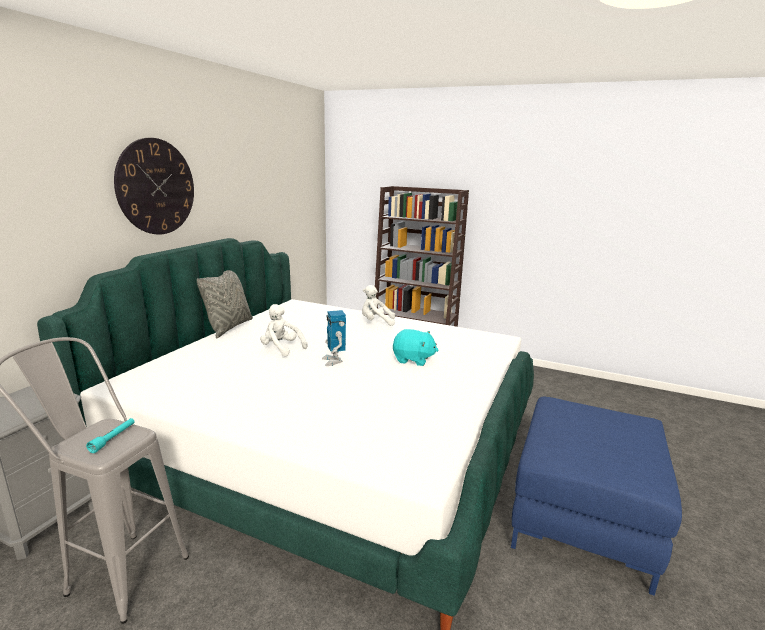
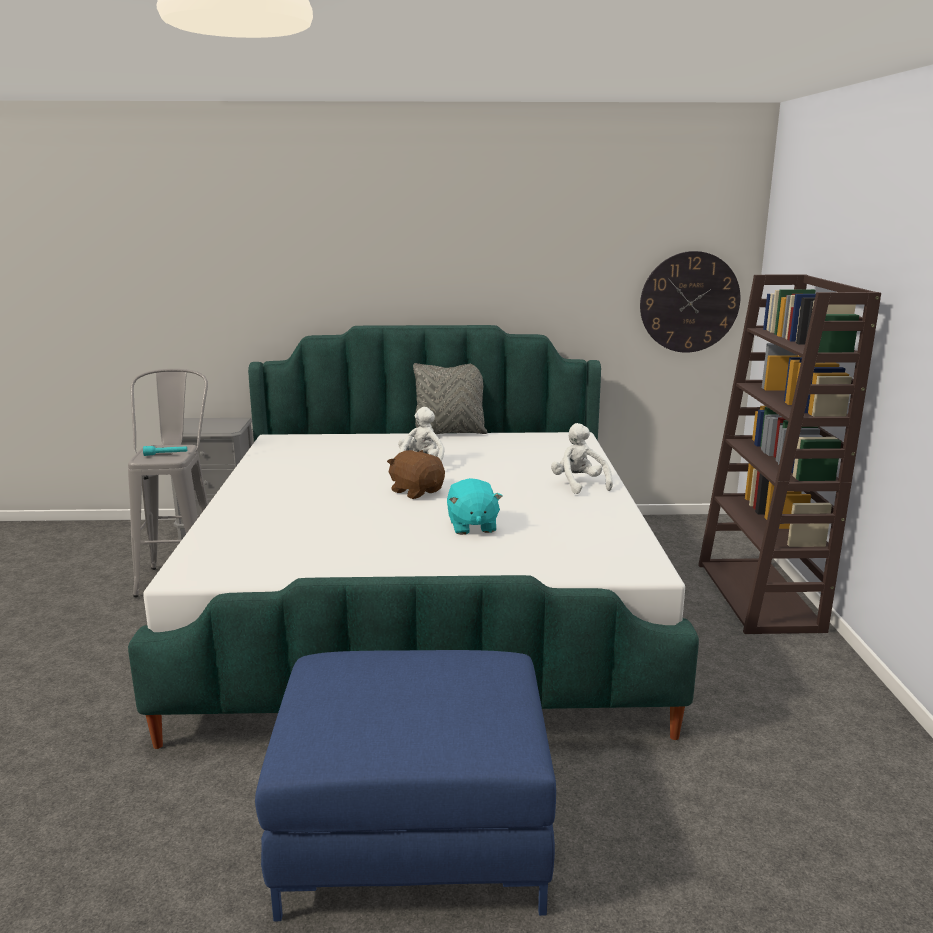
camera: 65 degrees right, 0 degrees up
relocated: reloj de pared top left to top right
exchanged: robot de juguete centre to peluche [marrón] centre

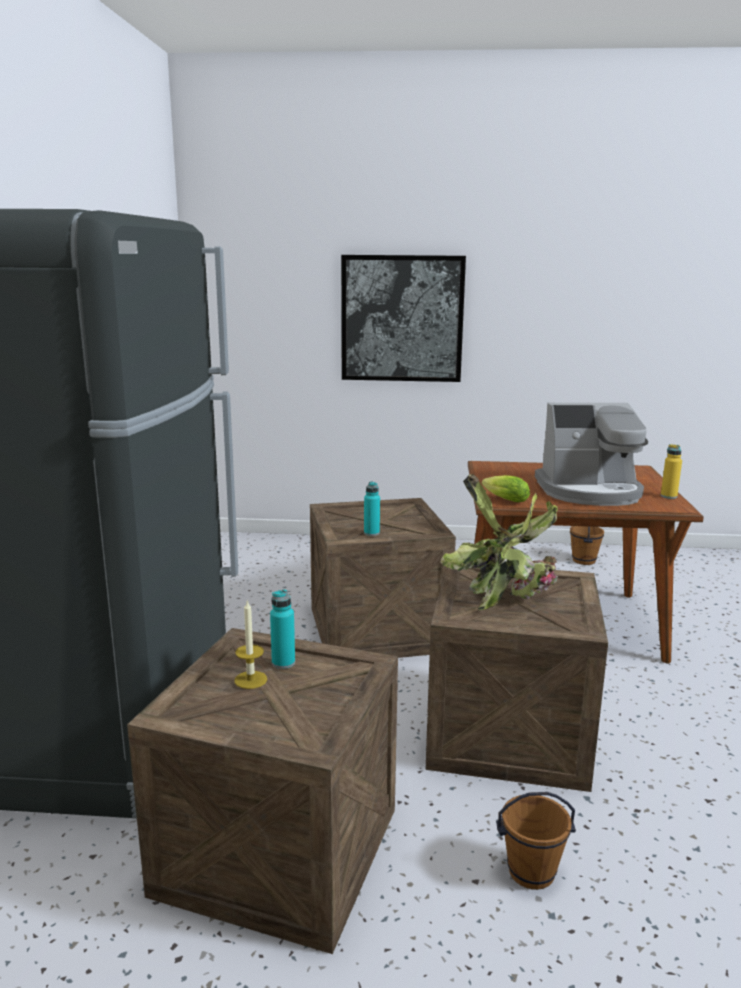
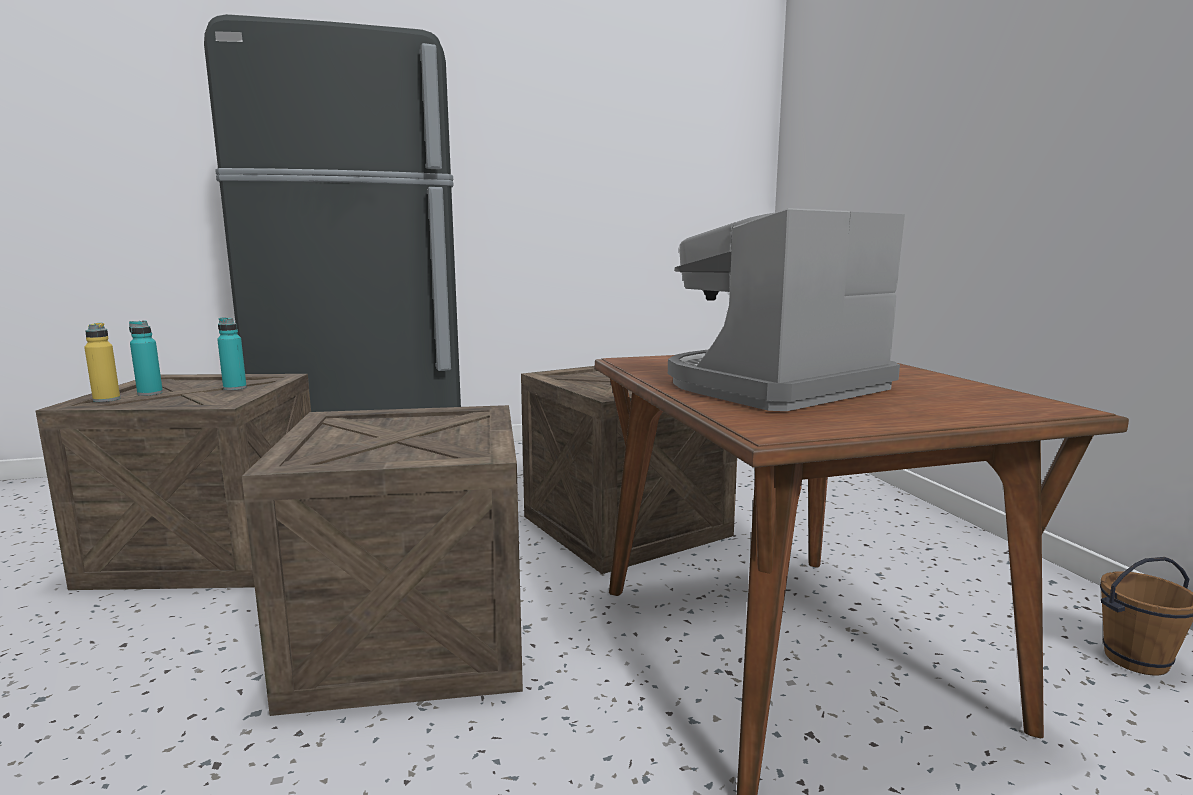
camera: 70 degrees right, 5 degrees down
missing: vela centre; cuadro top centre; planta en maceta middle right; lechuga middle right; cubo [marrón] (no. 1 from left) bottom right
relocated: botella [turquesa] (no. 2 from left in the first image) centre to botella [turquesa] (no. 1 from left) middle left; botella [amarillo] middle right to middle left
spun: cafetera middle right = centre 75 degrees clockwise

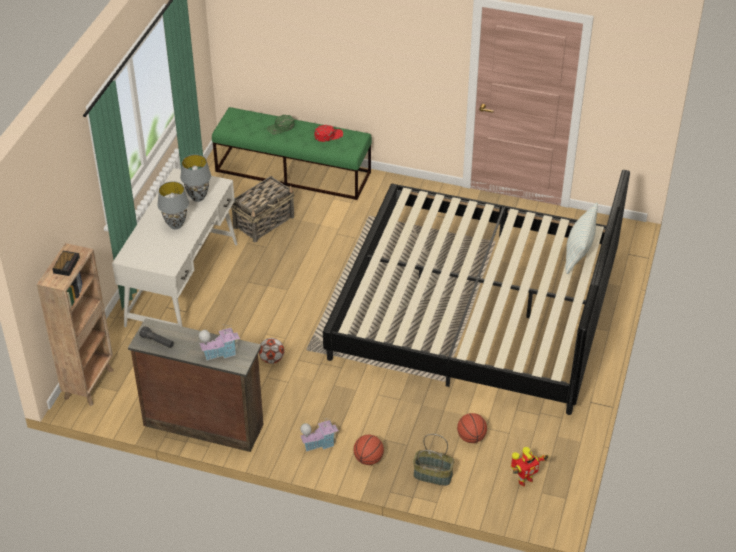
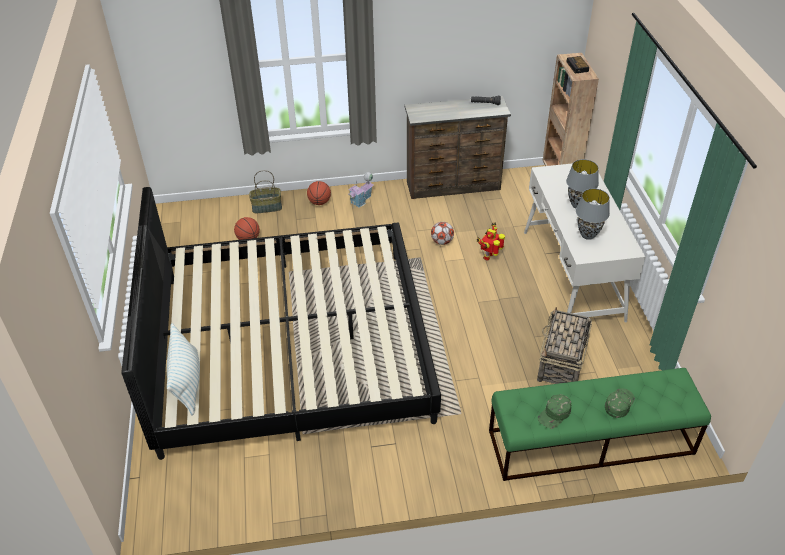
camera: 155 degrees right, 0 degrees up
missing: casita (no. 1 from left) middle left
relocated: robot de juguete bottom right to centre
colour: gorra [rojo] top centre to gorra [verde] (no. 1 from left) bottom right

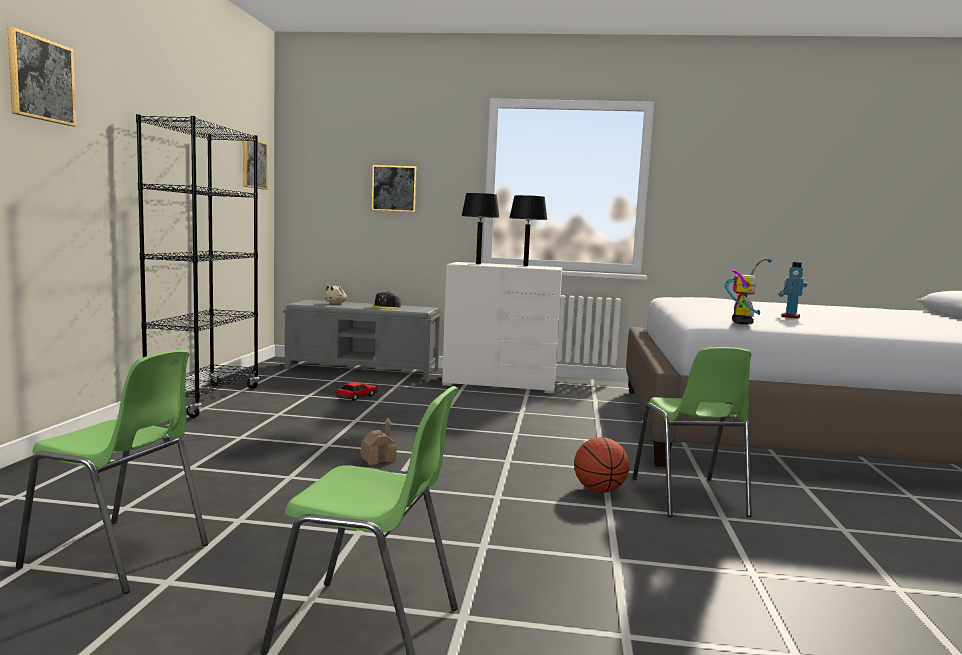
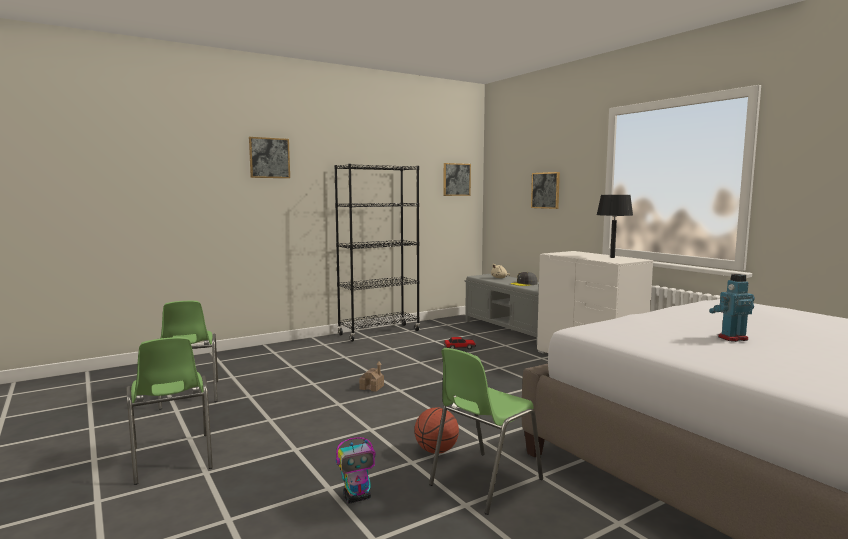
camera: 50 degrees right, 0 degrees up
missing: lámpara de mesa [negro] (no. 1 from left) centre
relocated: robot de juguete (no. 1 from left) middle right to bottom centre

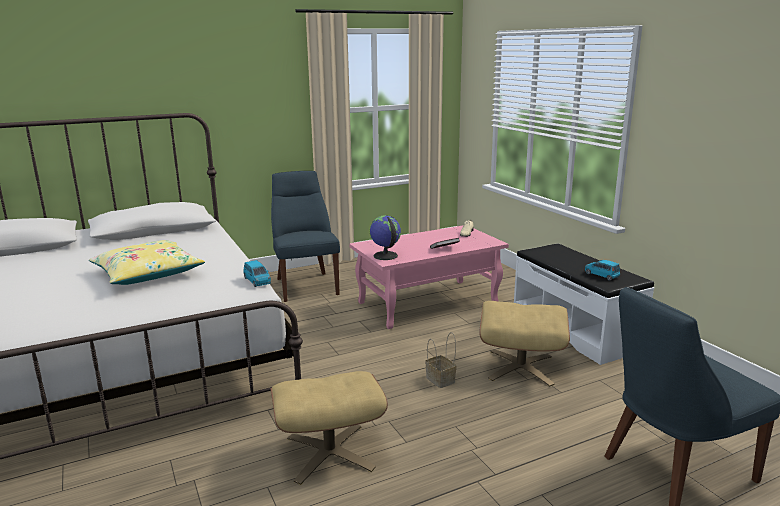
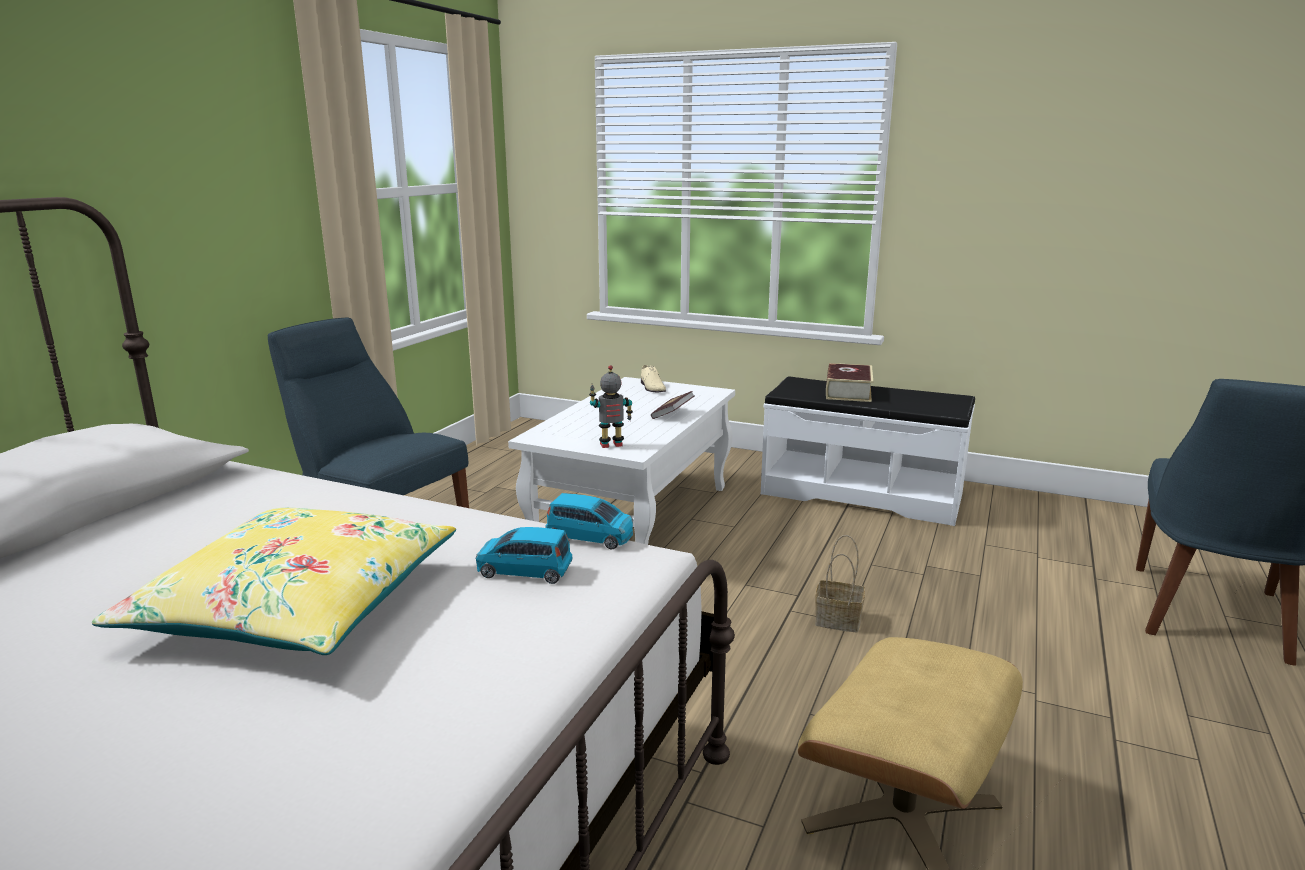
camera: 40 degrees left, 0 degrees up
missing: puf [beis] (no. 2 from left) bottom right
appeared: libro (no. 2 from left) centre
relocated: coche de juguete [azul] (no. 2 from left in the first image) middle right to coche de juguete [azul] (no. 1 from left) centre
exchanged: globo terráqueo centre to robot de juguete centre
colour: mesa de centro [rosa] centre to mesa de centro [blanco] centre

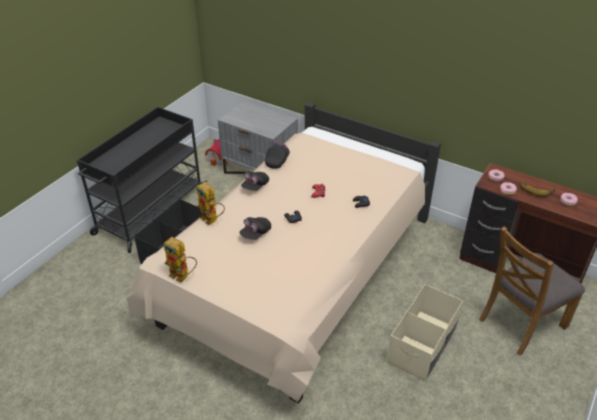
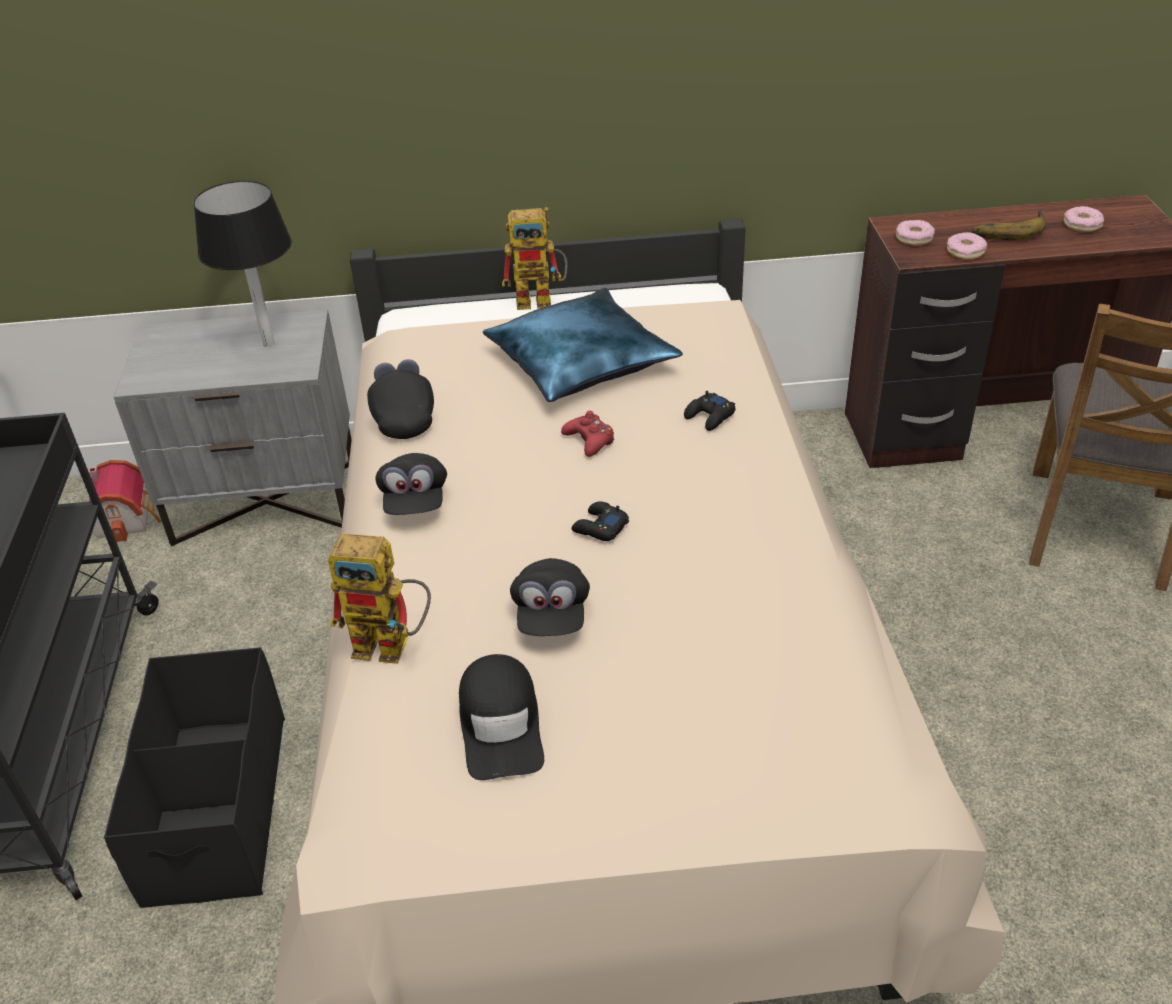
camera: 35 degrees left, 0 degrees up
missing: caja de almacenaje [beis] bottom right
appeared: lámpara de mesa [negro] top left; gorra [negro] (no. 3 from left) bottom centre; cojín [azul] centre
relocated: robot de juguete (no. 1 from left in the first image) middle left to robot de juguete (no. 2 from left) top centre

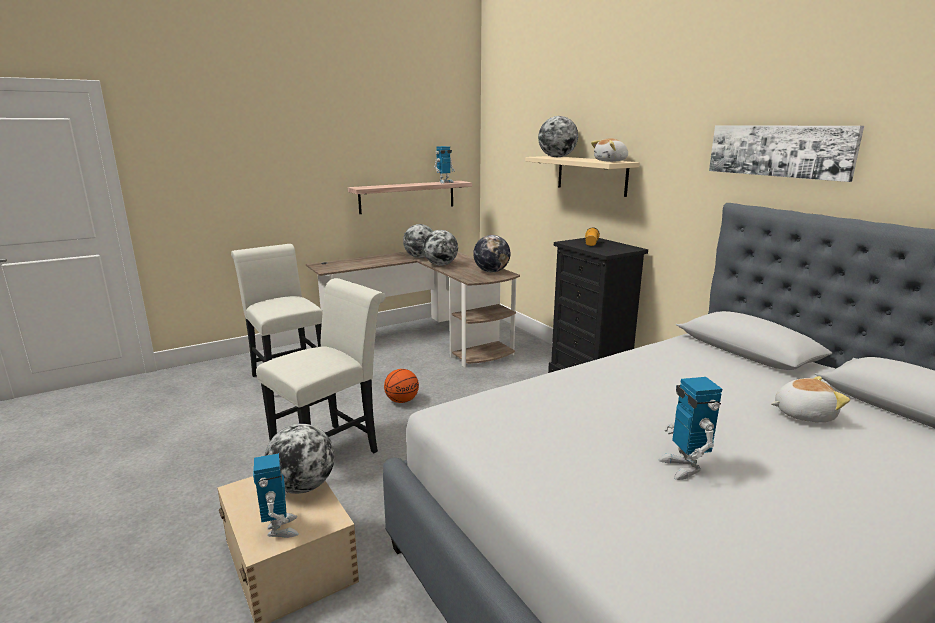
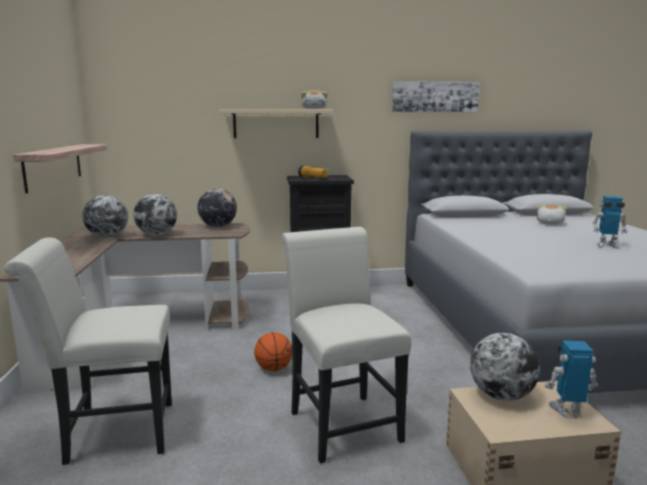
camera: 65 degrees left, 5 degrees down
missing: robot de juguete (no. 2 from left) top centre; globo terráqueo (no. 5 from left) top centre

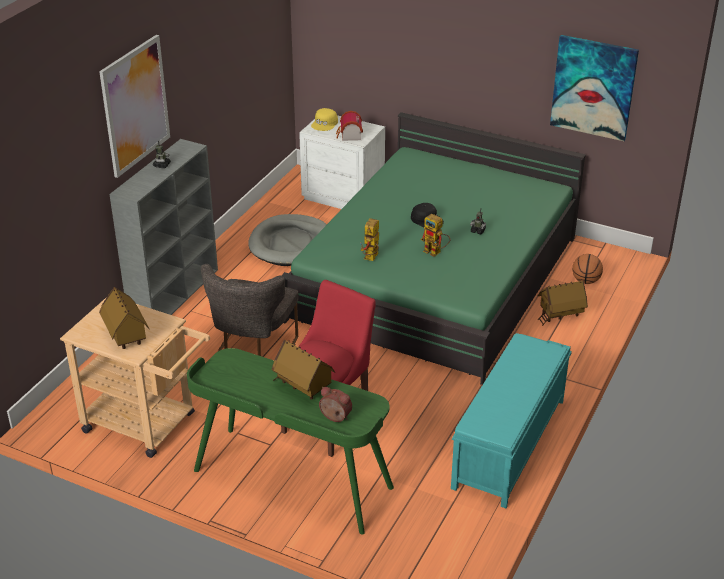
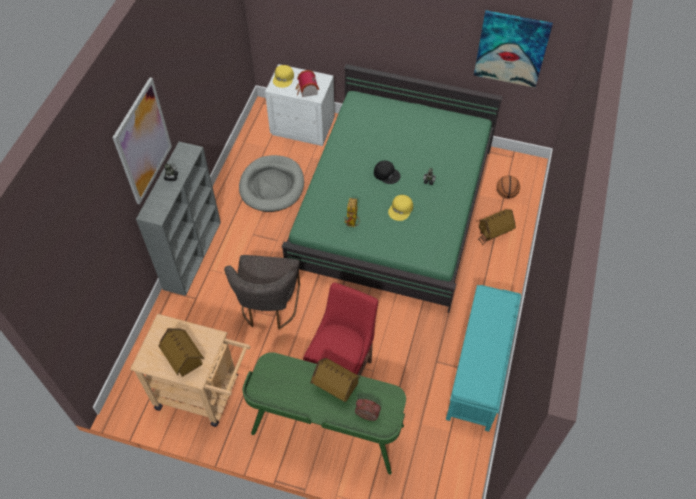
camera: 10 degrees left, 20 degrees up
exchanged: robot de juguete (no. 3 from left) centre to gorra [amarillo] (no. 2 from left) centre

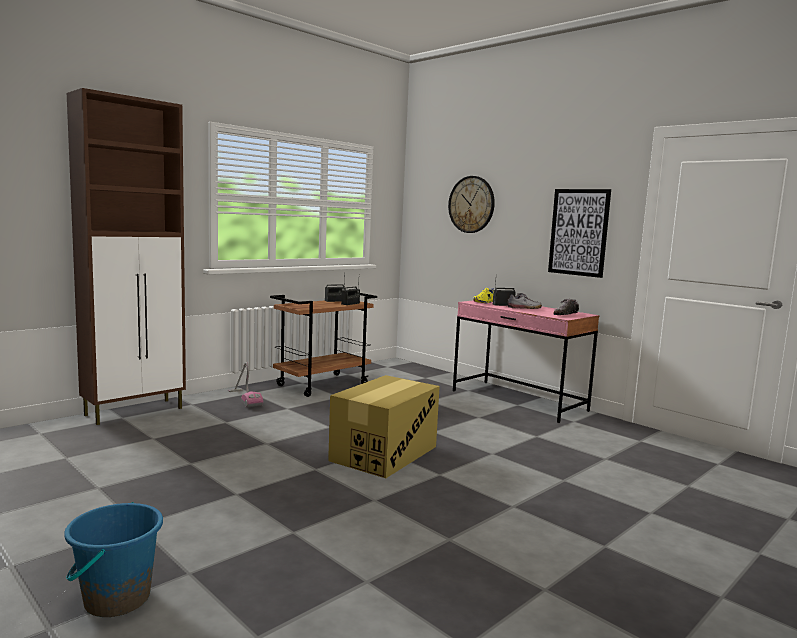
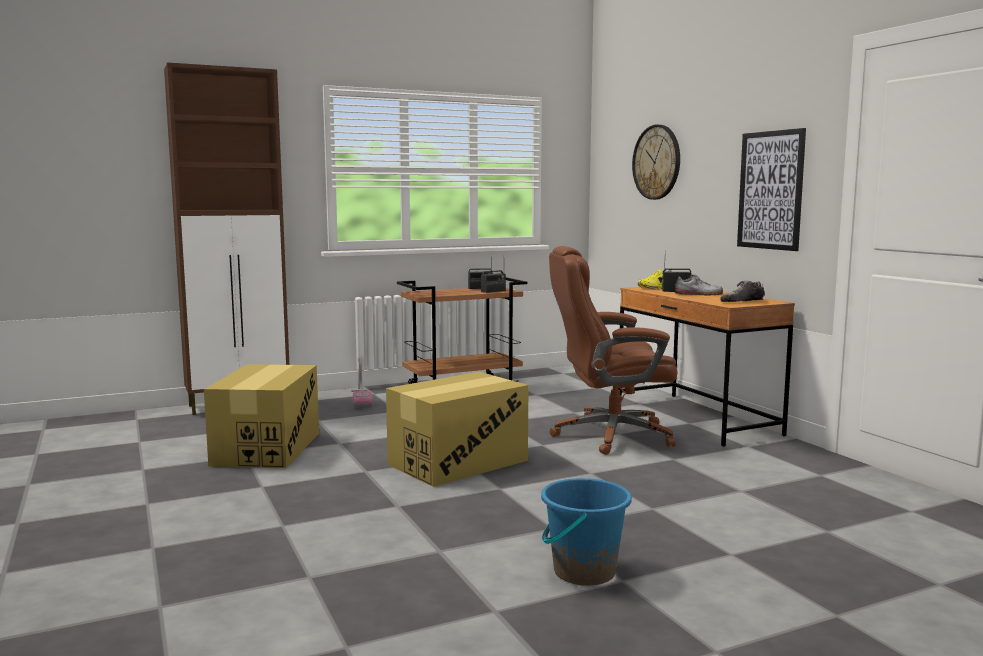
camera: 20 degrees right, 0 degrees up
appeared: caja de cartón (no. 1 from left) middle left; silla de oficina [marrón] centre
relocated: cubo [azul] bottom left to bottom centre
colour: escritorio [rosa] centre to escritorio [marrón] middle right

